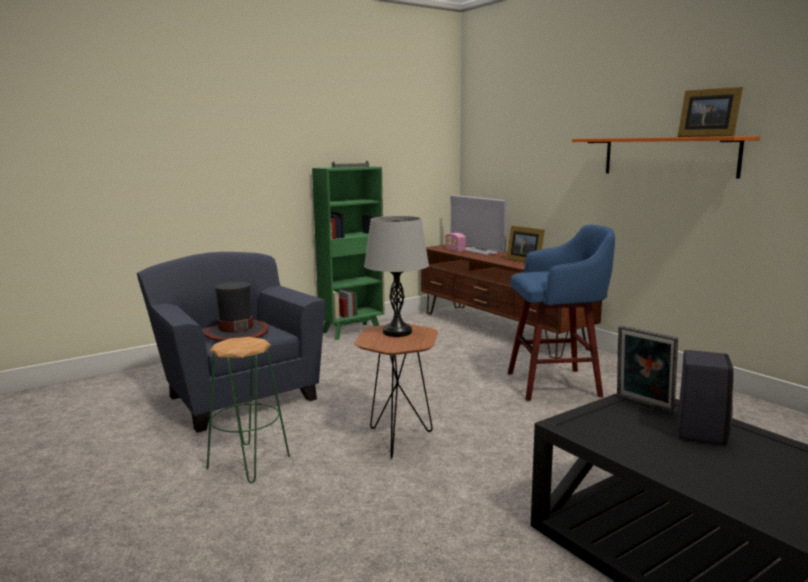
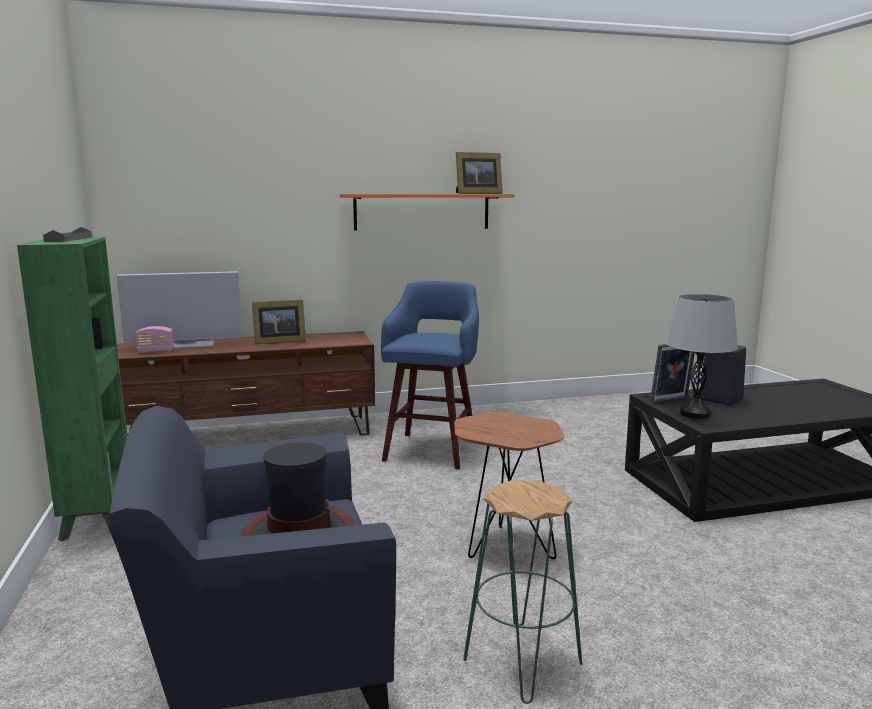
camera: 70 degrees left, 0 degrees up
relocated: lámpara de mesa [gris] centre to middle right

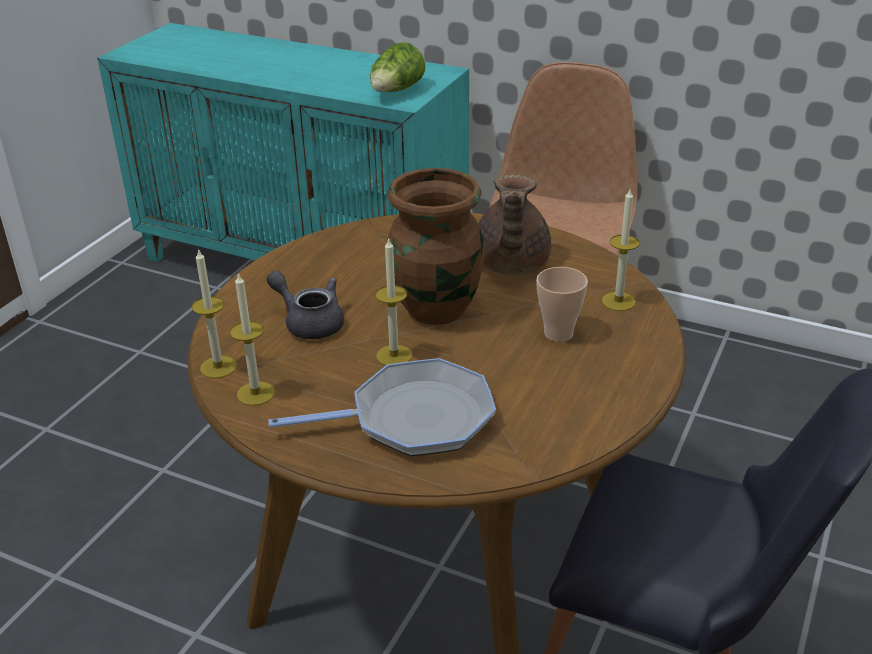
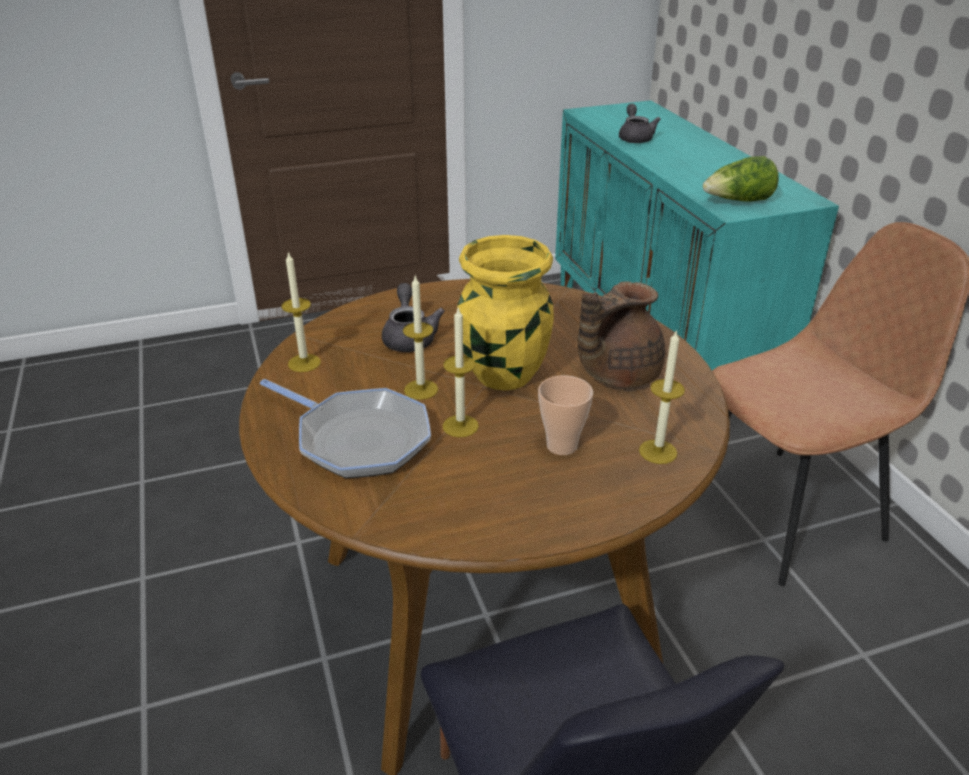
camera: 45 degrees right, 0 degrees up
appeared: tetera [gris] (no. 2 from left) top centre
relocated: vela (no. 1 from left in the first image) middle left to vela (no. 3 from left) centre
colour: florero [marrón] centre to florero [amarillo] centre

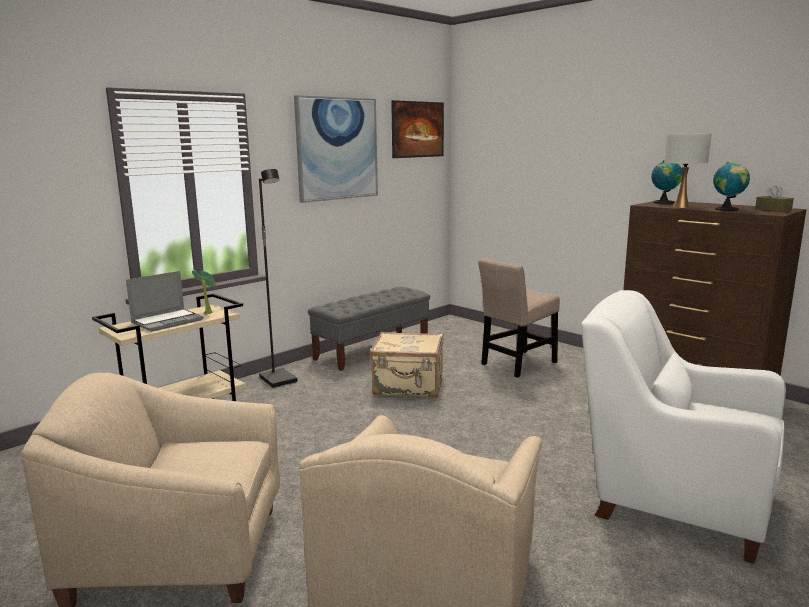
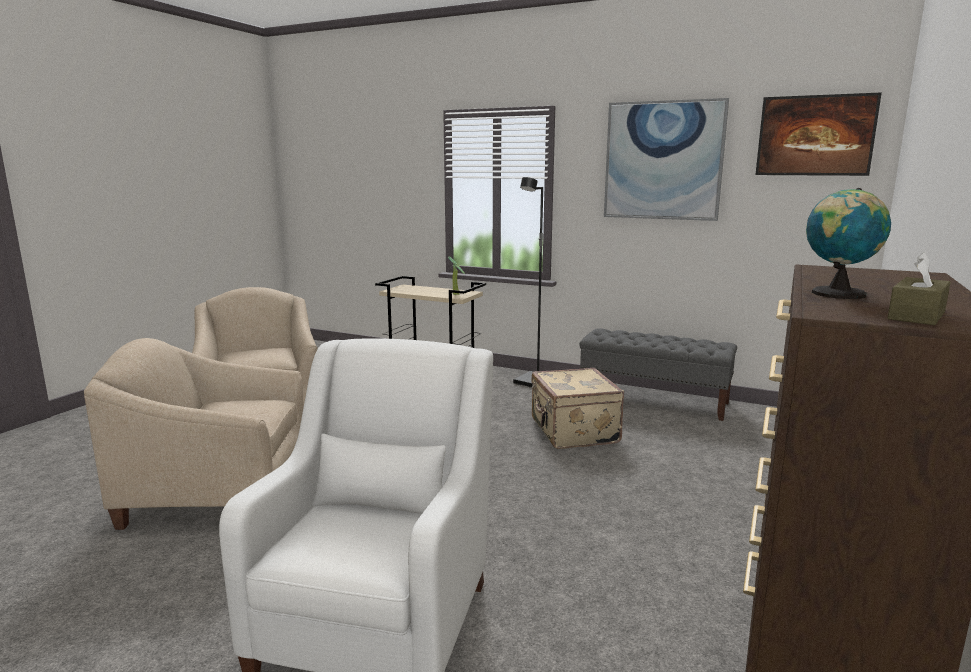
camera: 70 degrees right, 0 degrees up
missing: portátil middle left; silla [beis] centre; globo terráqueo (no. 1 from left) top right; lámpara de mesa [blanco] top right

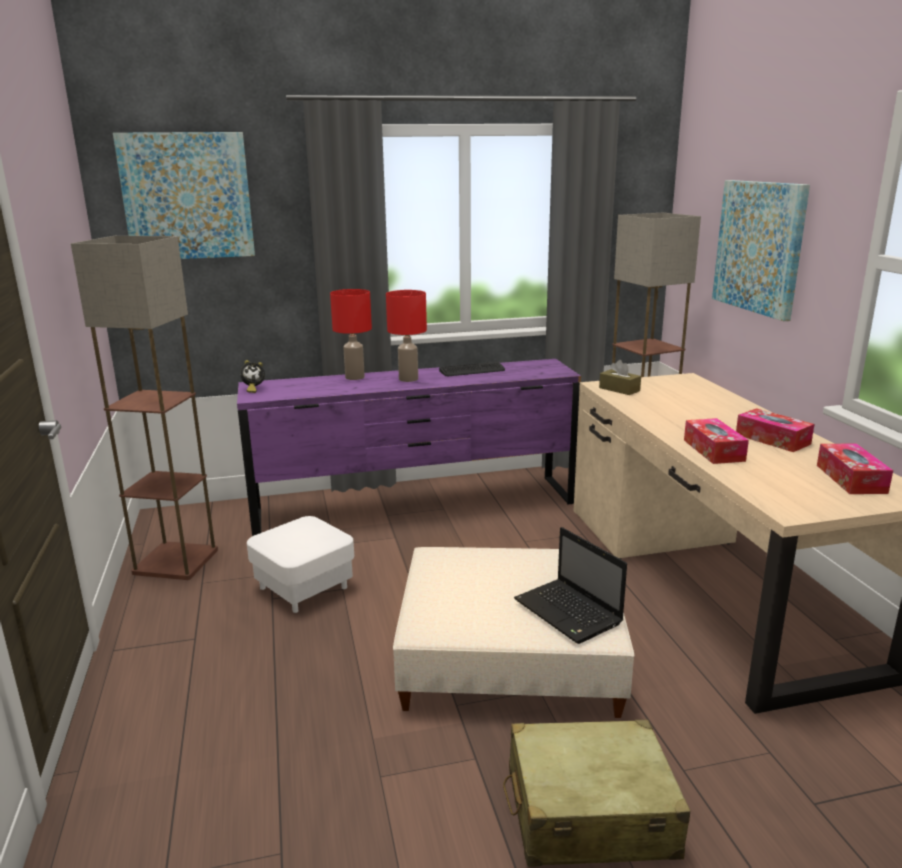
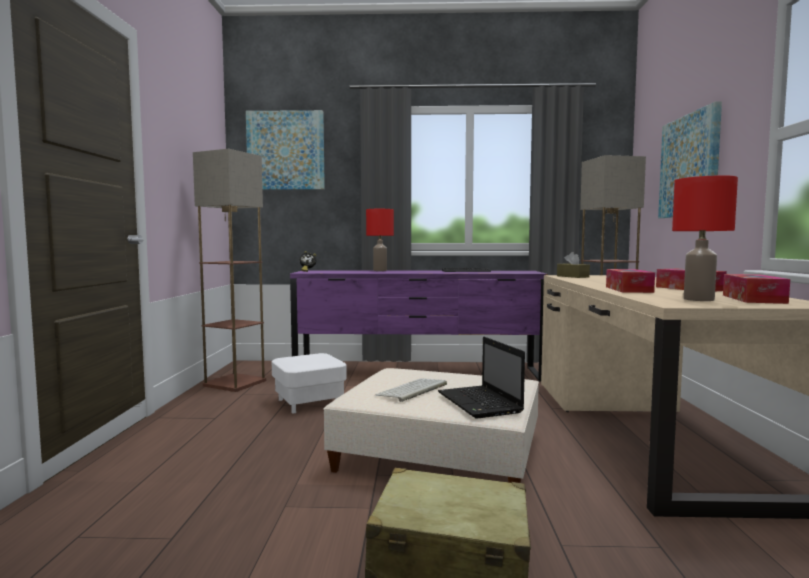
camera: 15 degrees right, 15 degrees down
appeared: teclado (no. 1 from left) bottom centre
relocated: lámpara de mesa [rojo] (no. 2 from left) centre to middle right

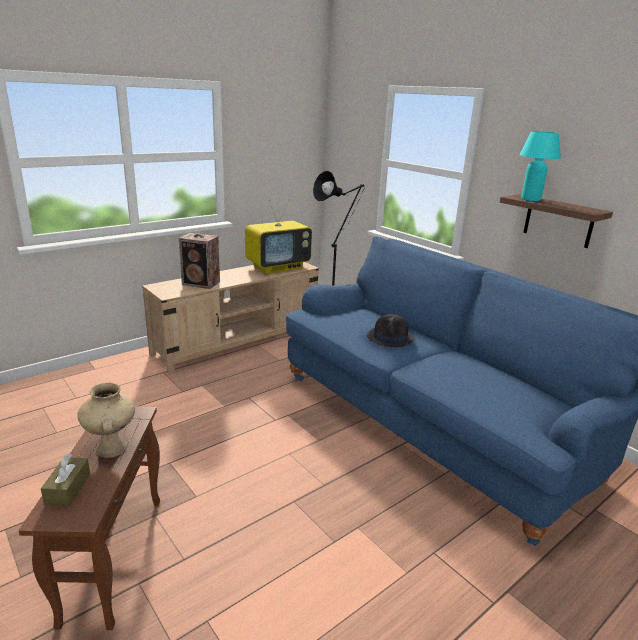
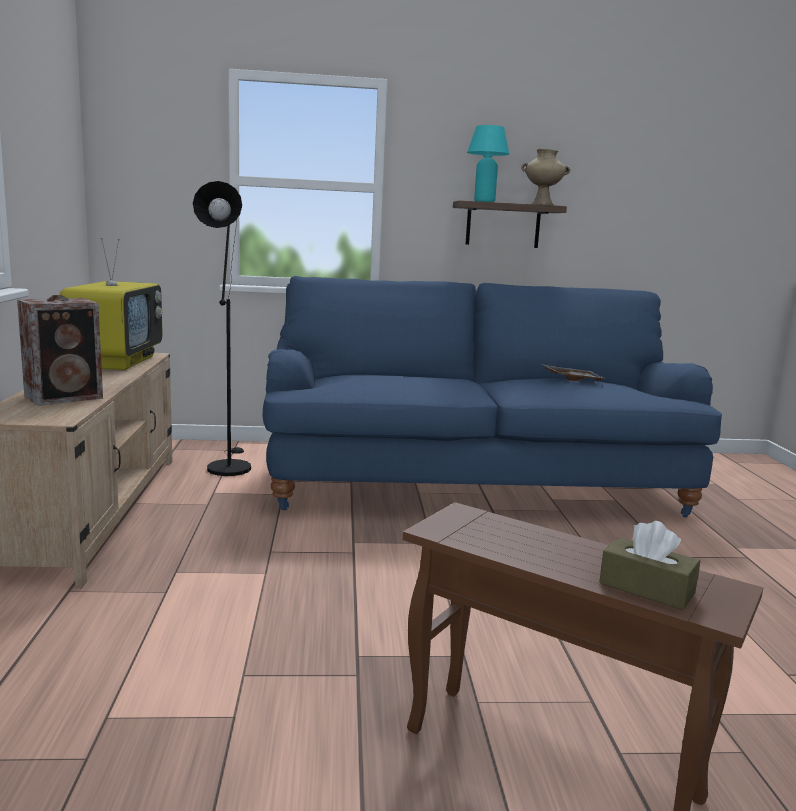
camera: 55 degrees left, 10 degrees down
missing: sombrero [negro] centre
appeared: bandeja [gris] middle right
relocated: florero [beis] middle left to top right

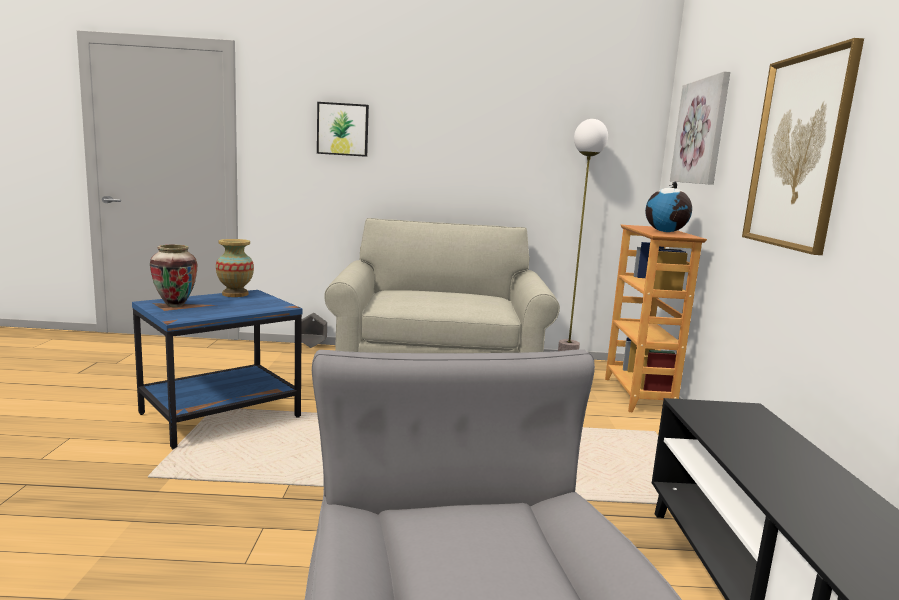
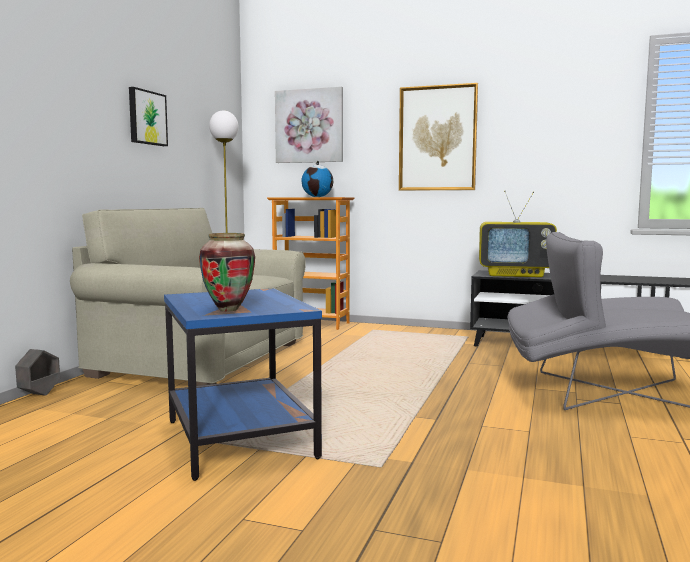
camera: 70 degrees left, 5 degrees down
missing: florero (no. 2 from left) middle left
appeared: televisor middle right
relocated: cuadro (no. 1 from left) top centre to top left

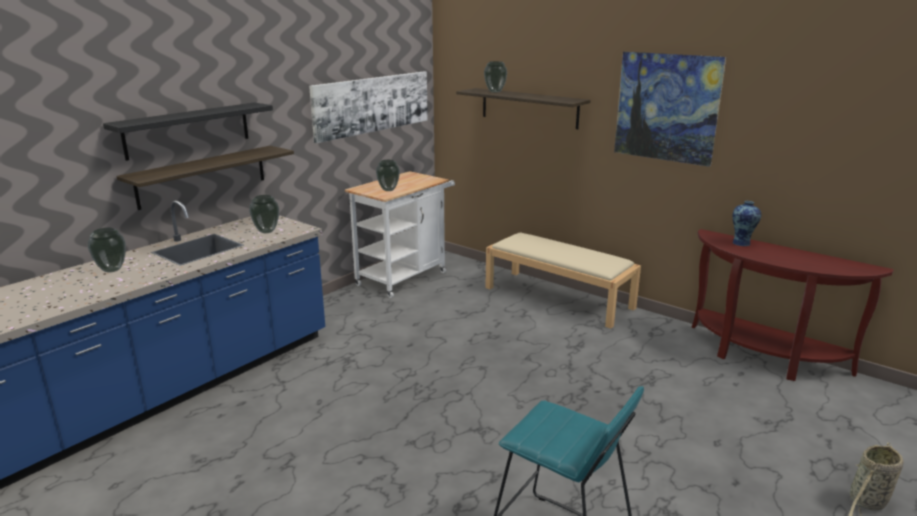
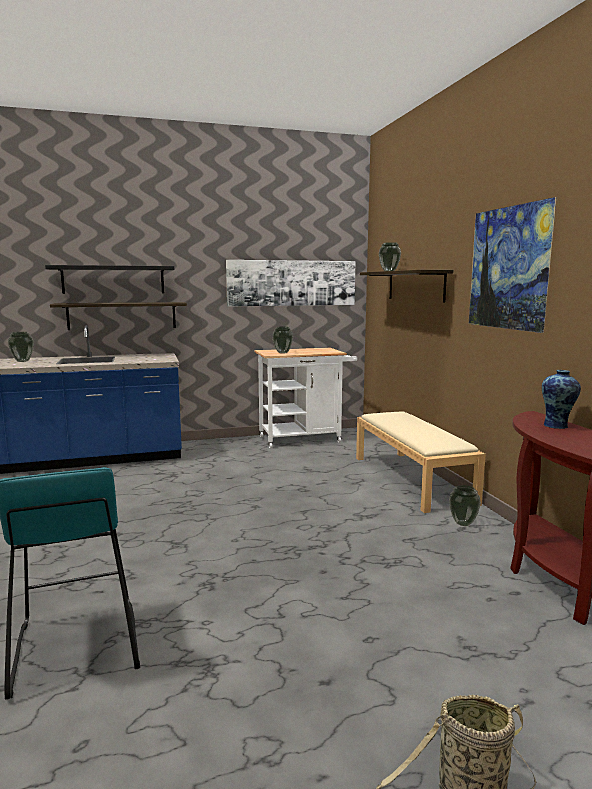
camera: 35 degrees right, 10 degrees down
relocated: florero (no. 2 from left in the first image) middle left to florero (no. 4 from left) middle right

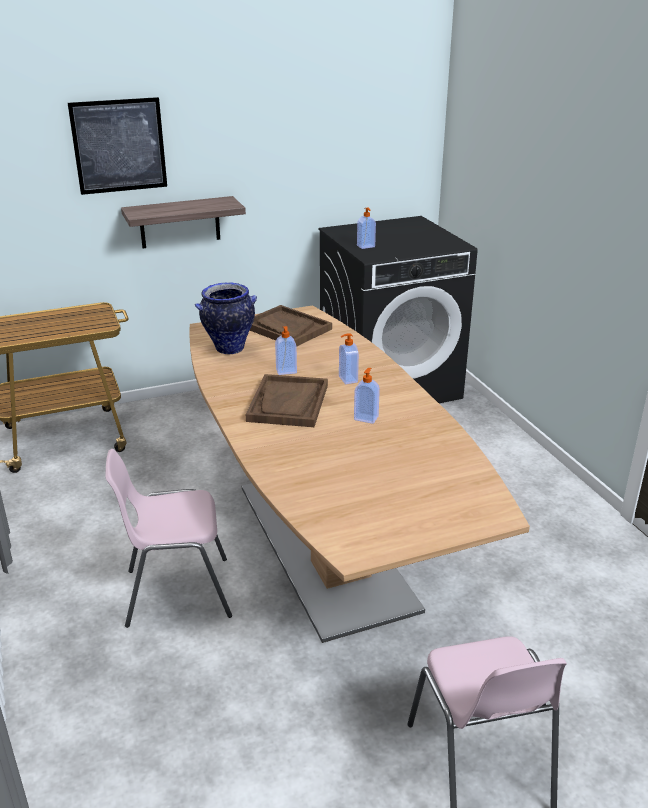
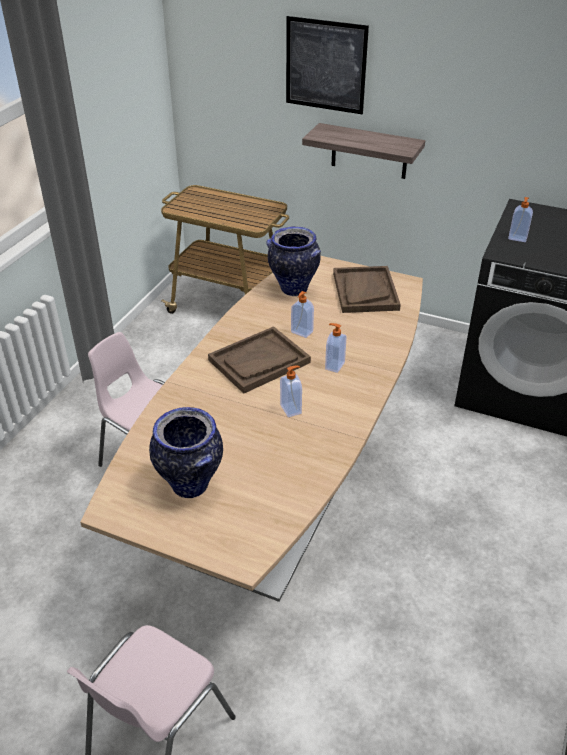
camera: 45 degrees right, 10 degrees up
appeared: florero (no. 1 from left) middle left

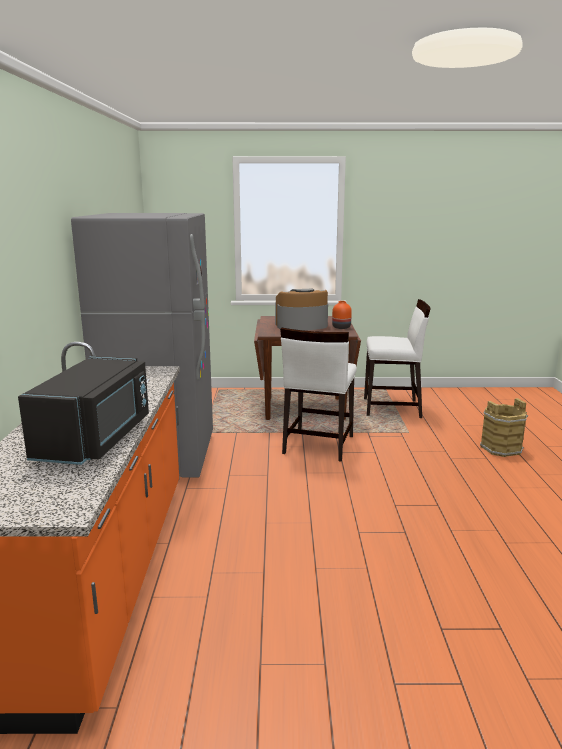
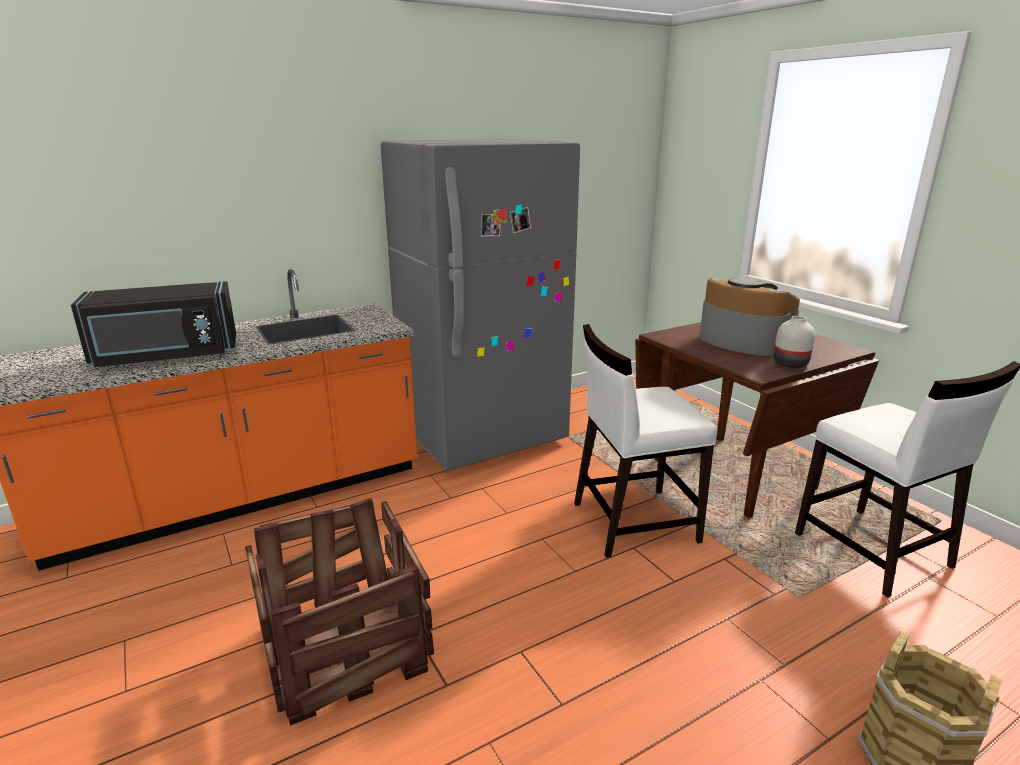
camera: 60 degrees right, 5 degrees up
appeared: caja de embalaje bottom left
colour: florero [naranja] centre to florero [blanco] middle right

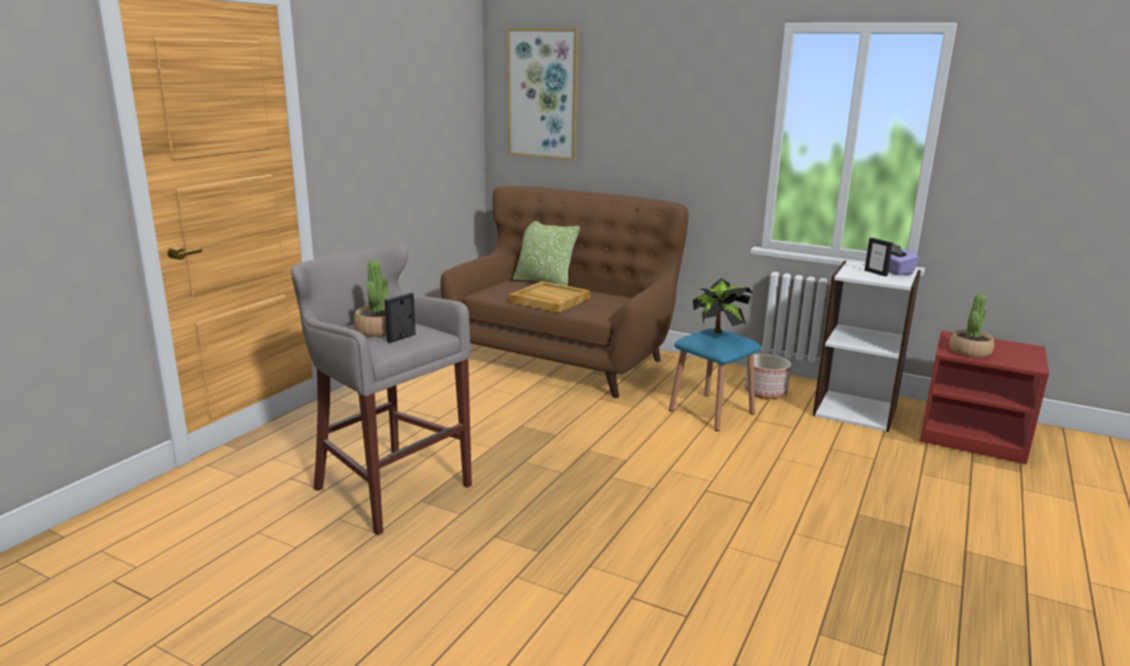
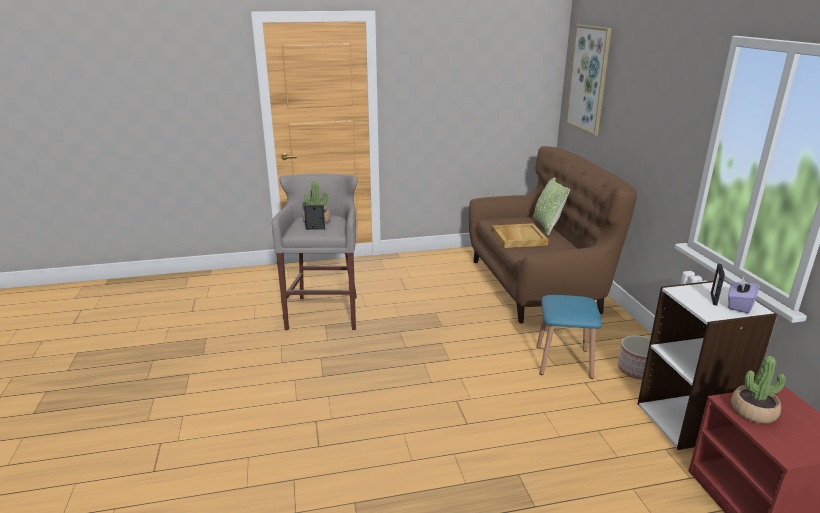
camera: 50 degrees right, 5 degrees up
missing: planta en maceta (no. 2 from left) centre

